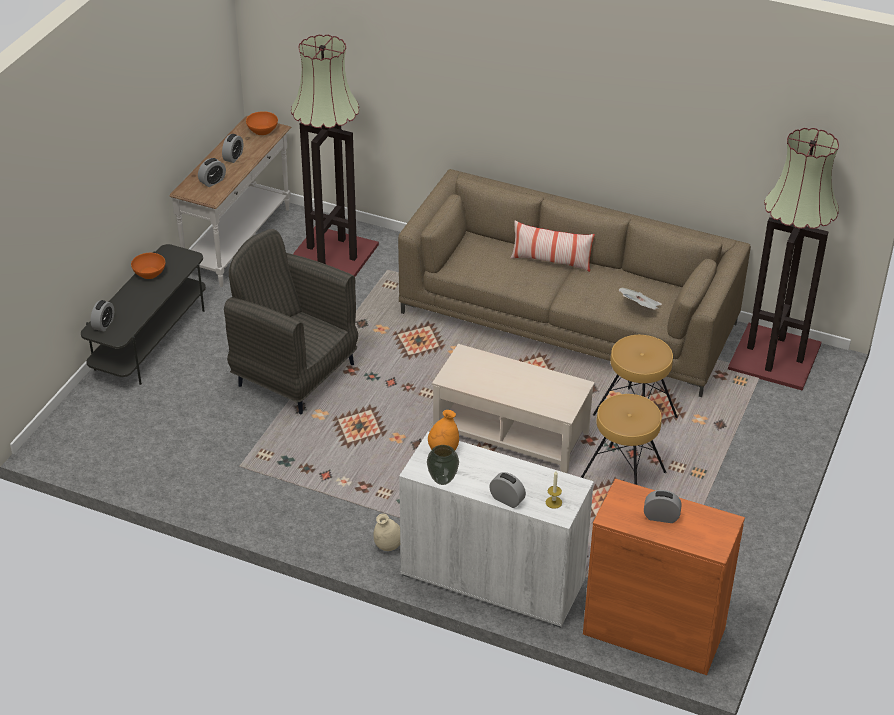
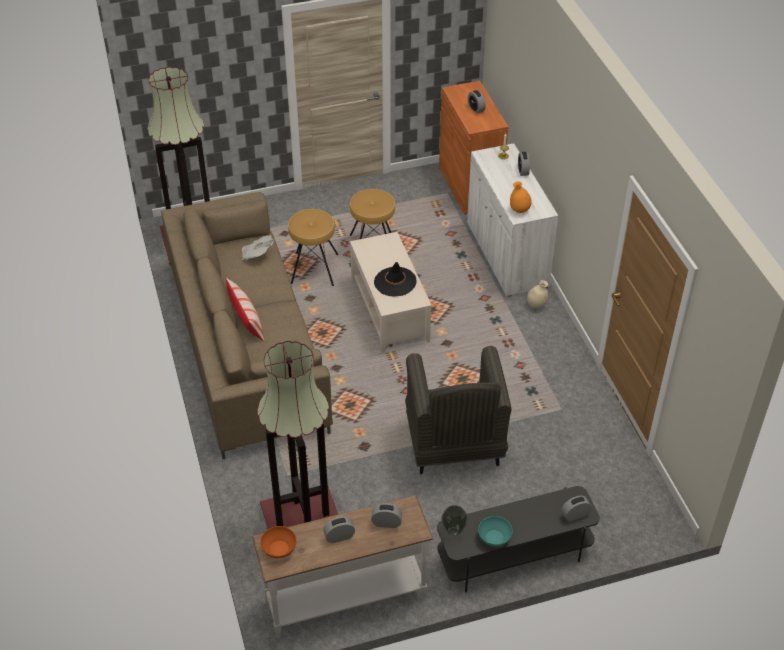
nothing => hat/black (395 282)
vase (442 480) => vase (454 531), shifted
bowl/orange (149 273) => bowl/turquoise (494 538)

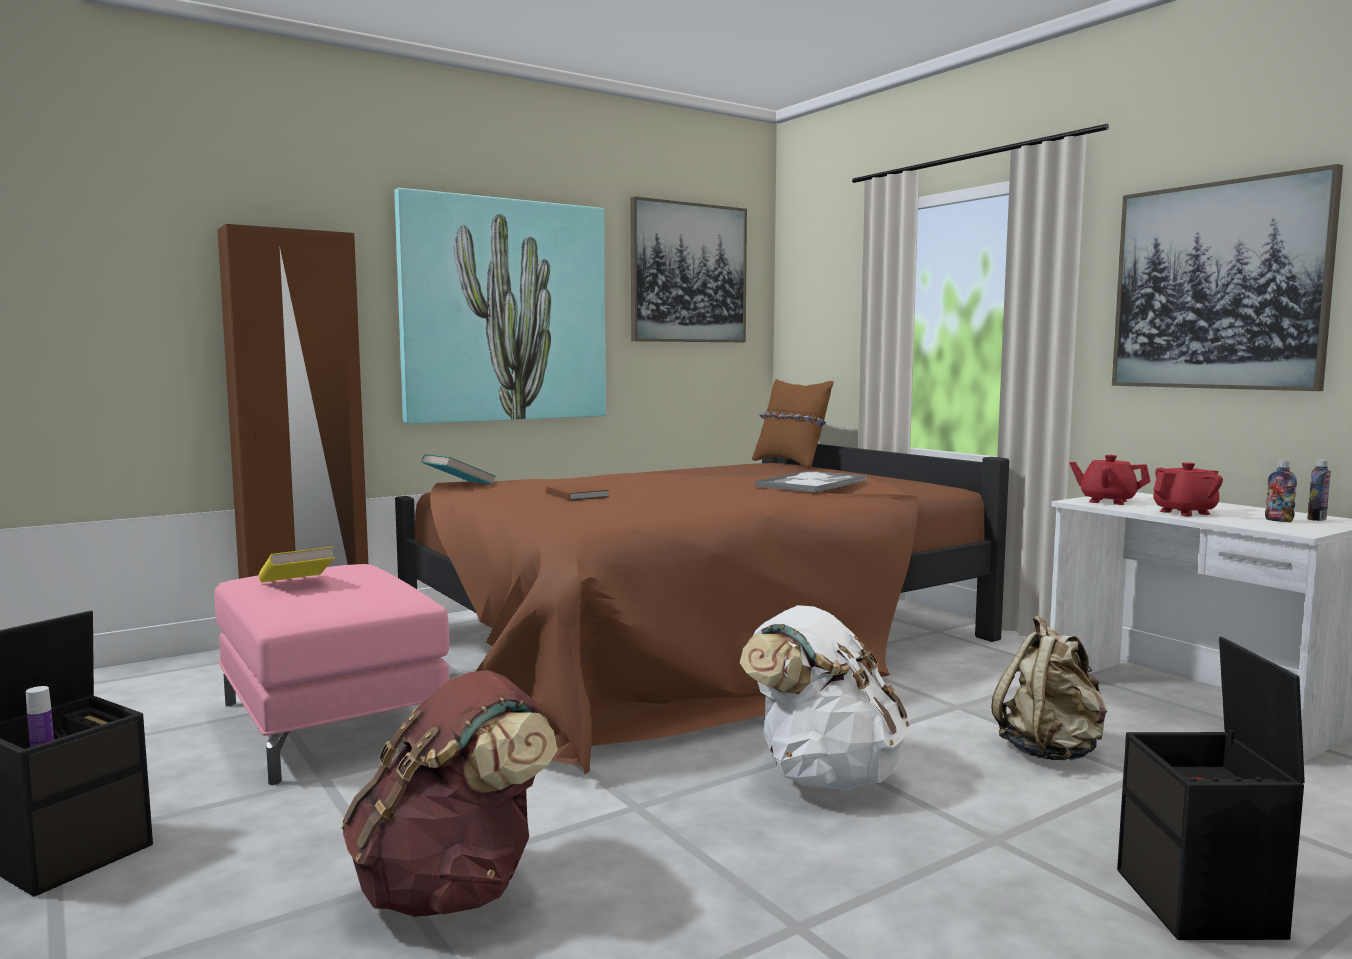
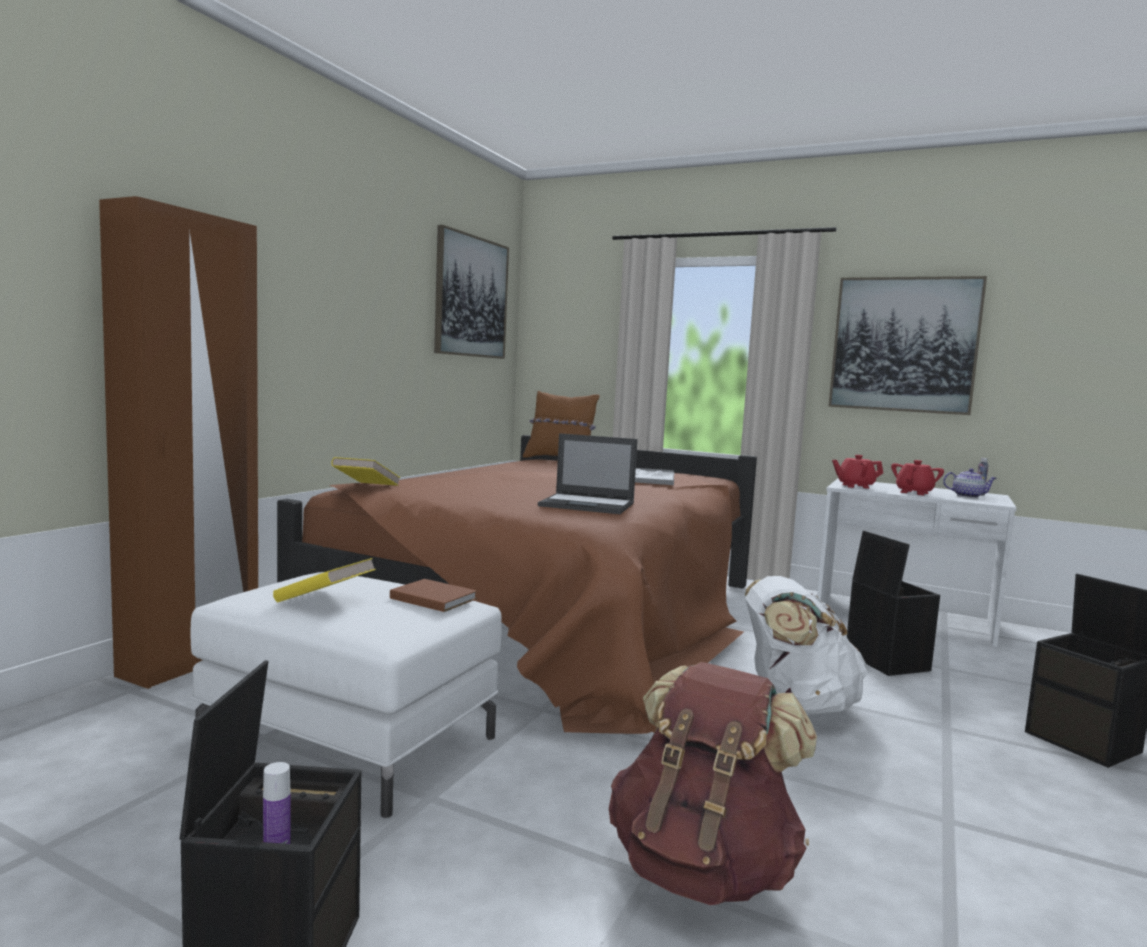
picture (504 311) => nothing
nothing => laptop (588 505)
book/brown (577 495) => book/brown (432 598), shifted
backpack/beige (1050 752) => storage box/black (884 661)
bottle (1278 520) => teapot (968 496)
ottoman/pink (333 722) => ottoman/white (350 739)
book/turquoise (459 485) => book/yellow (366 487)

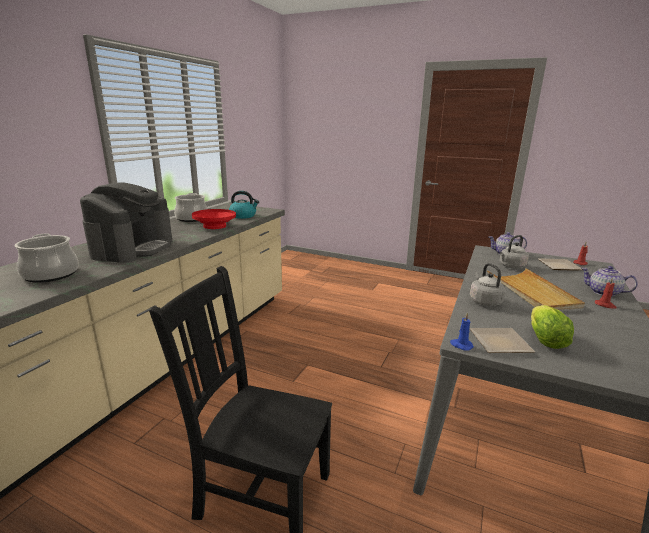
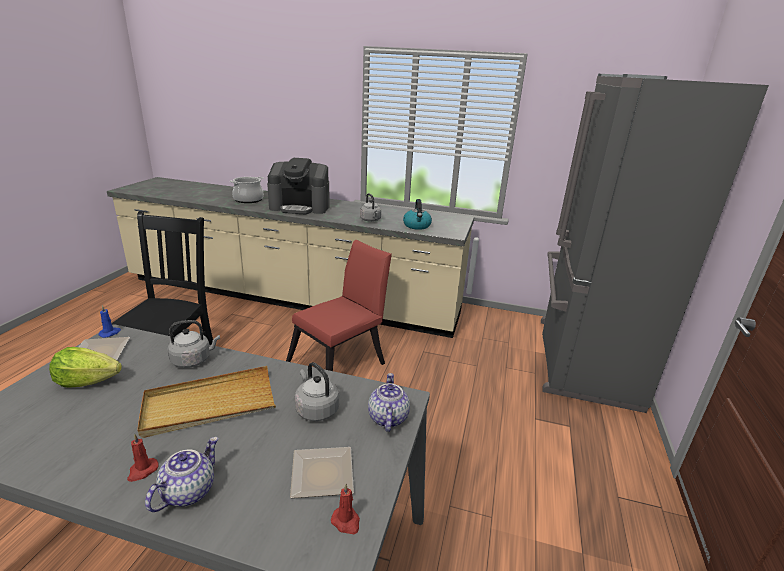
cooking pot (192 218) => nothing
nothing => chair/red (341 362)
nothing => fridge/grey (582 360)
bowl/red (215 226) => kettle/grey (370 220)

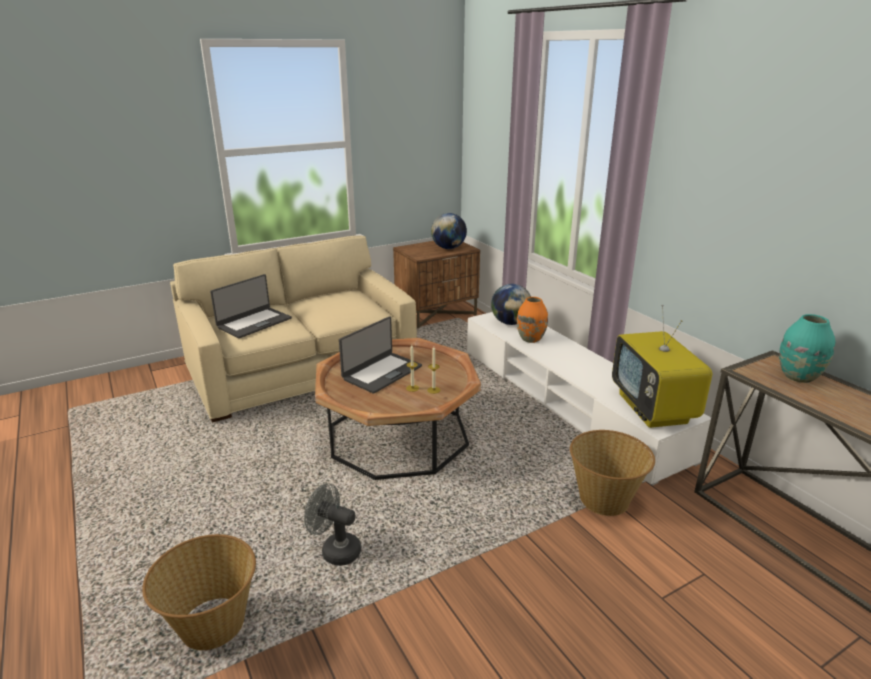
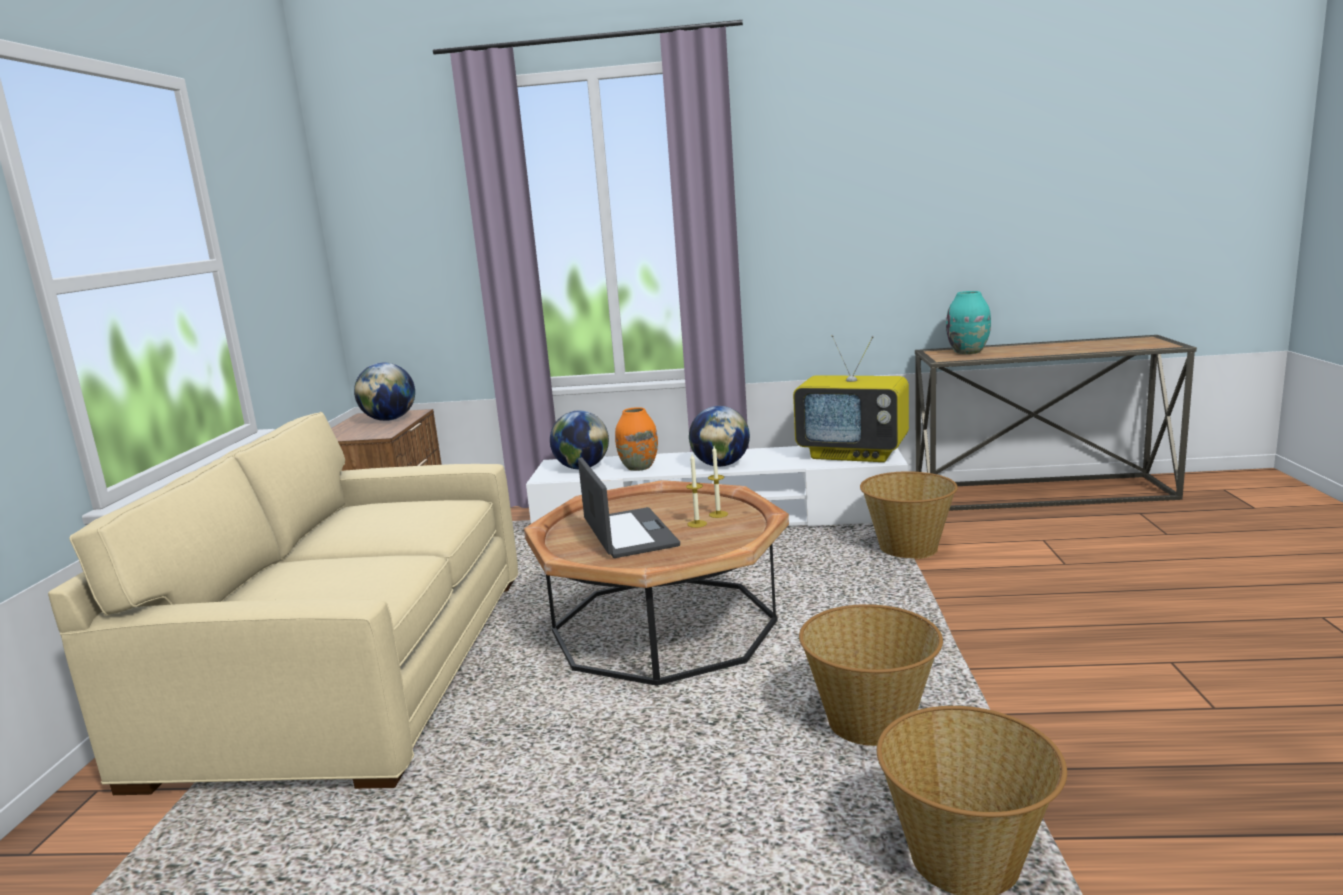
laptop (254 323) => nothing
nothing => globe (721 465)
fan/grey (335 550) => basket (871 722)

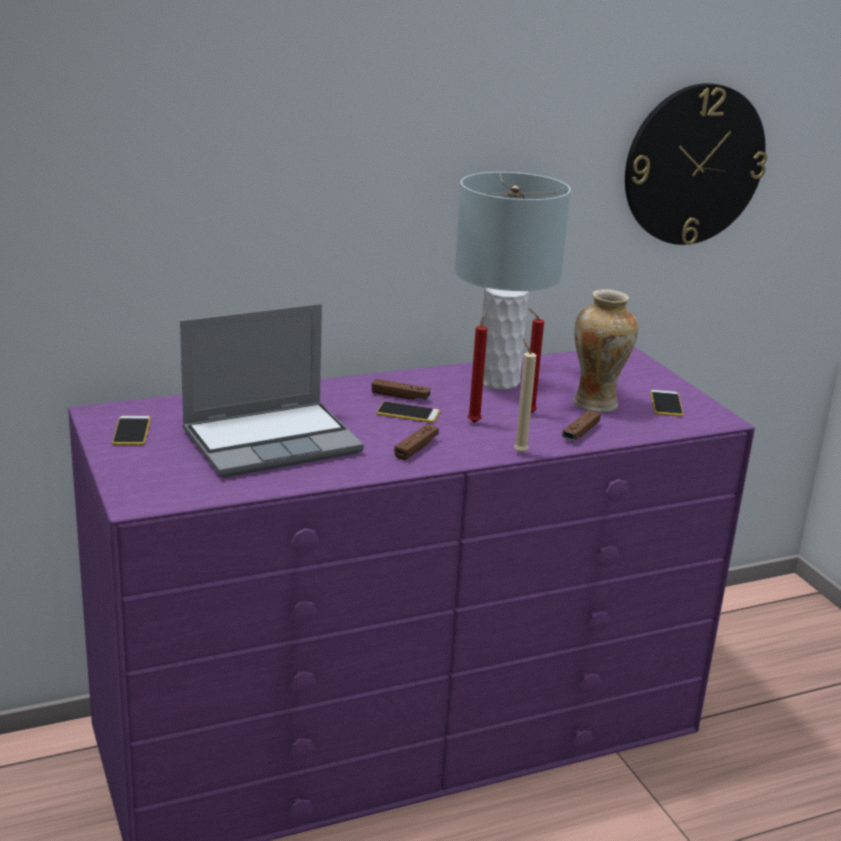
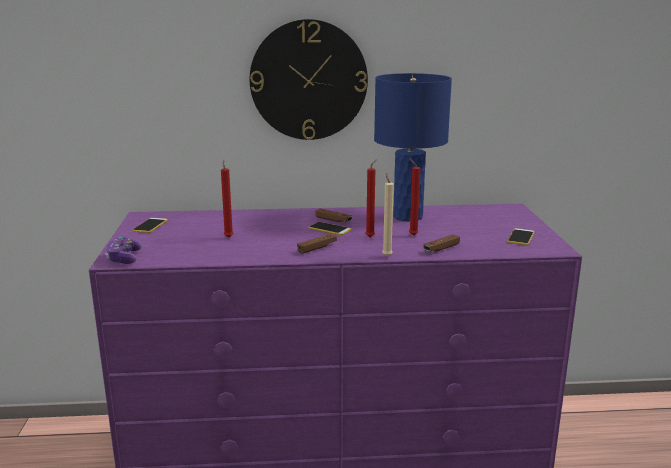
vase (597 404) => nothing
nothing => game controller (124 258)
wall clock (694 165) => wall clock (308 80), shifted
laptop (273 441) => candle/red (228 237)
table lamp/grey (498 381) => table lamp/blue (407 216)

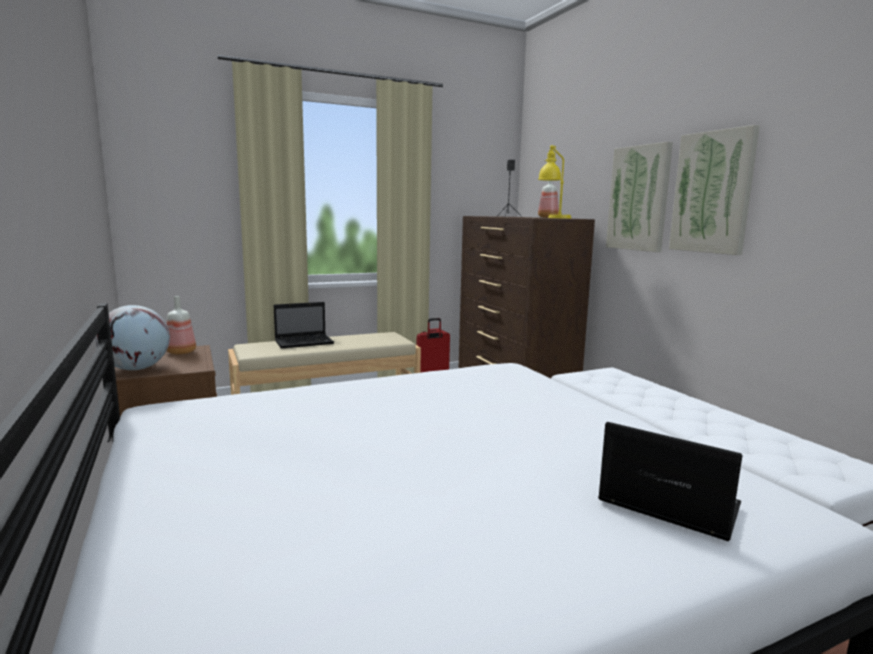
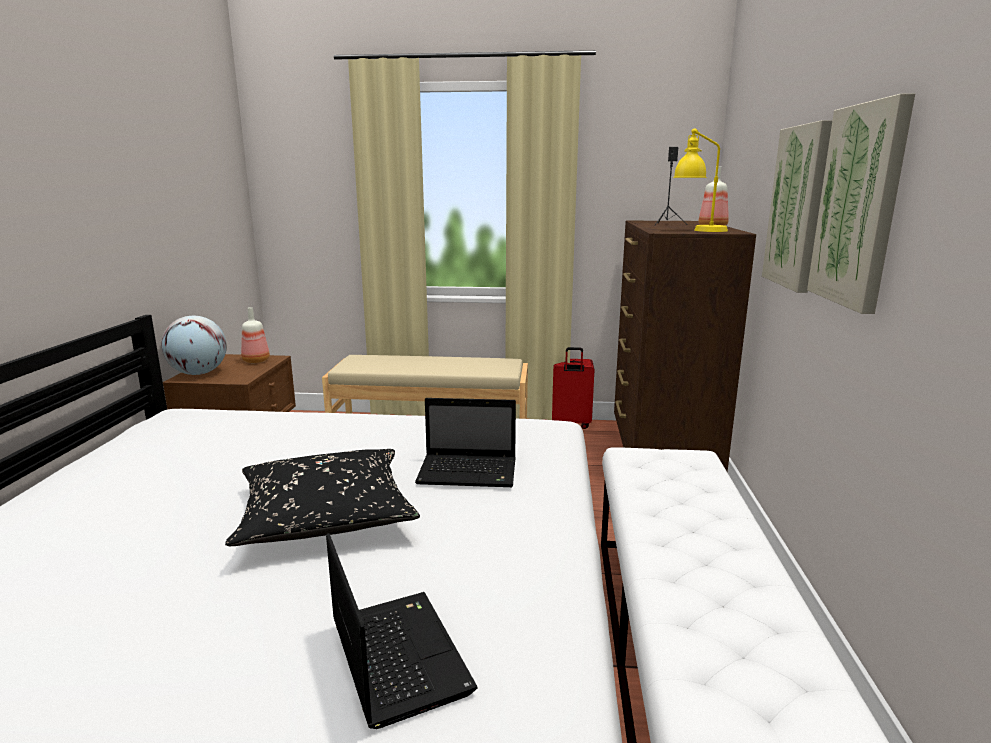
nothing => pillow/black (325 516)
laptop (305 342) => laptop (470 472), shifted

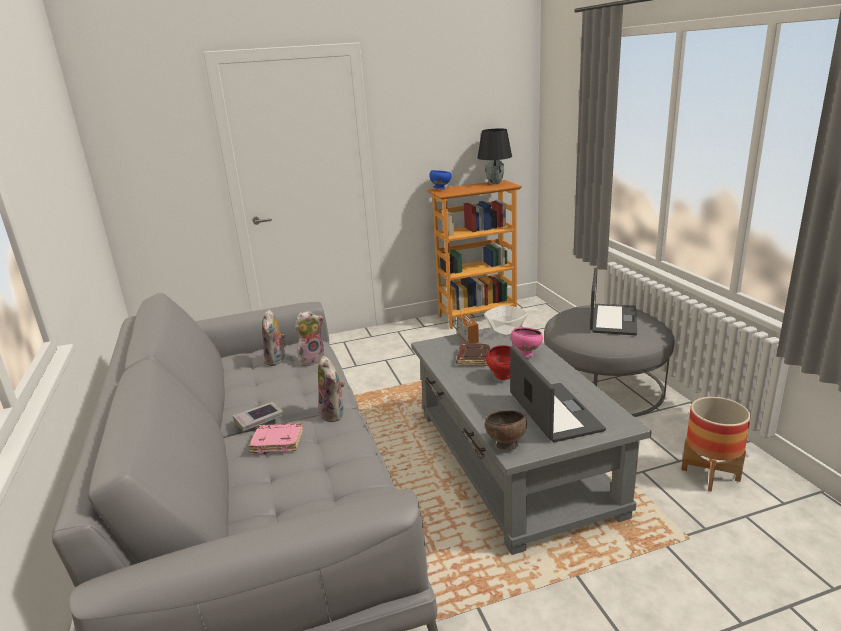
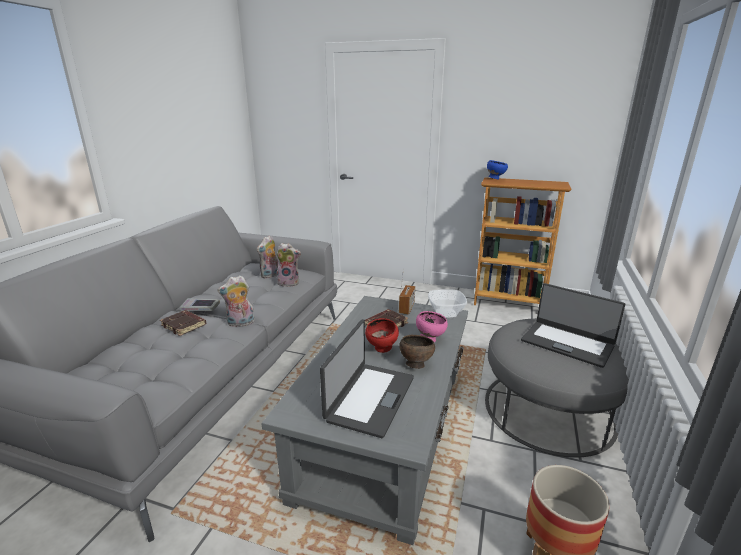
table lamp/black (495 183) => nothing
bowl/brown (505 445) => bowl/brown (415 364), shifted
book/pink (278 441) => book/brown (184 325)
plush toy (334 414) => plush toy (240 324), 60 degrees clockwise
laptop (612 320) => laptop (567 343), 75 degrees clockwise

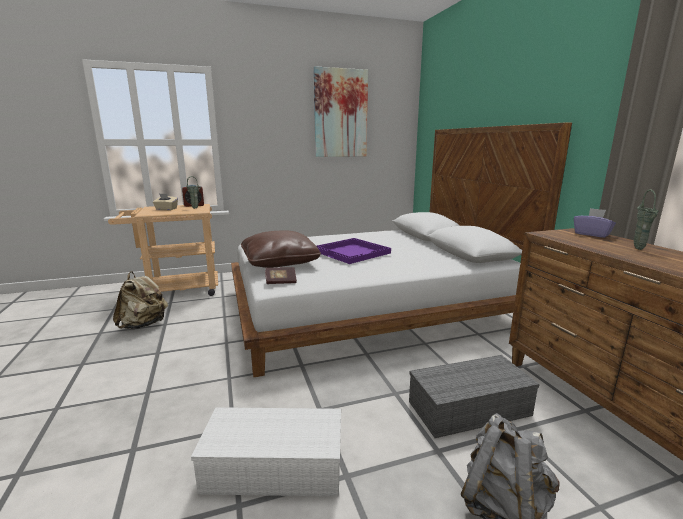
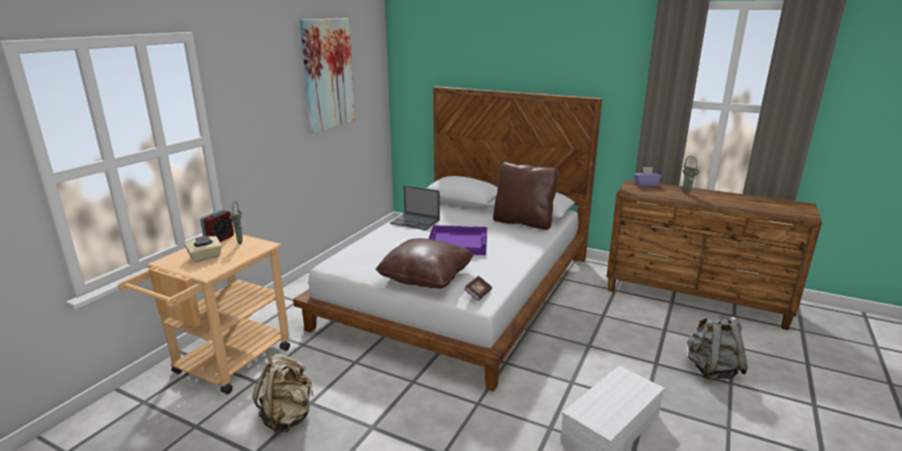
storage box/grey (468 409) => nothing
nothing => laptop (415 222)
nothing => pillow/brown (523 222)

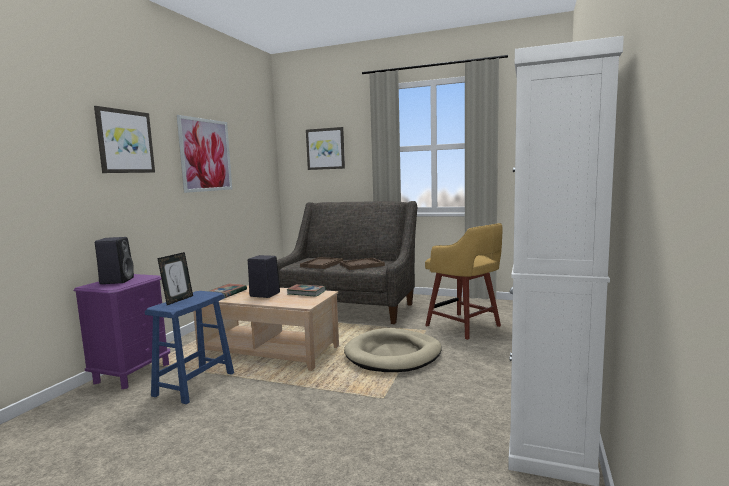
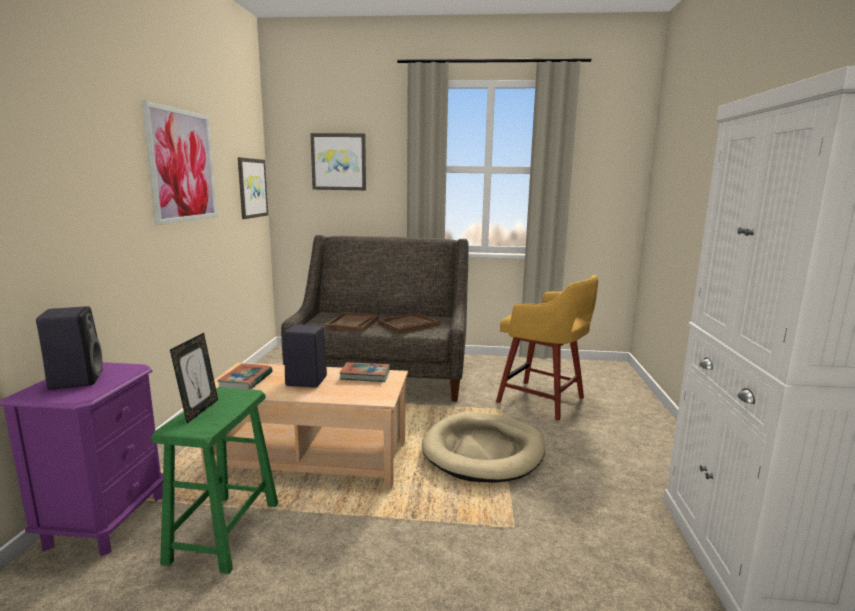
picture (125 141) => picture (252 188), shifted
stool/blue (194 384) => stool/green (224 532)

